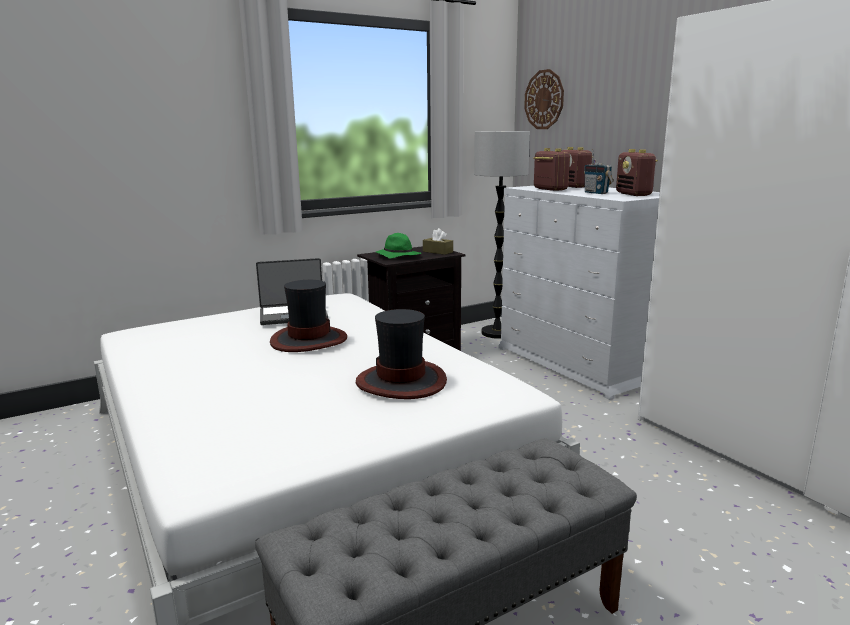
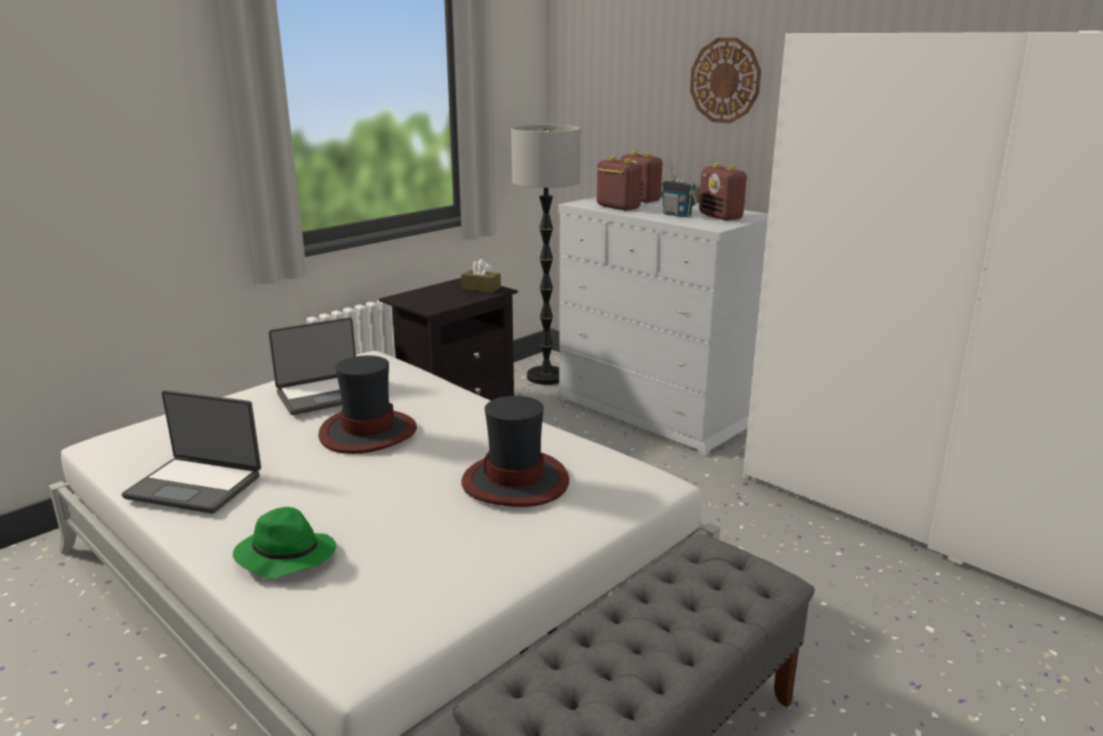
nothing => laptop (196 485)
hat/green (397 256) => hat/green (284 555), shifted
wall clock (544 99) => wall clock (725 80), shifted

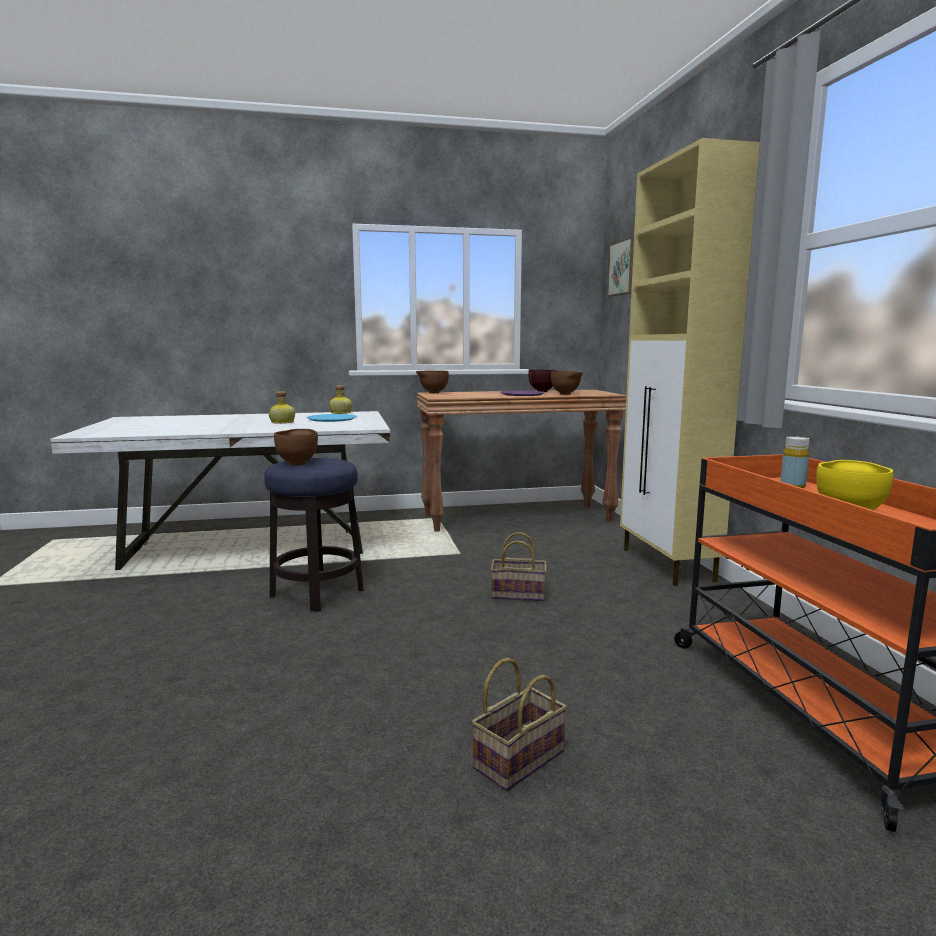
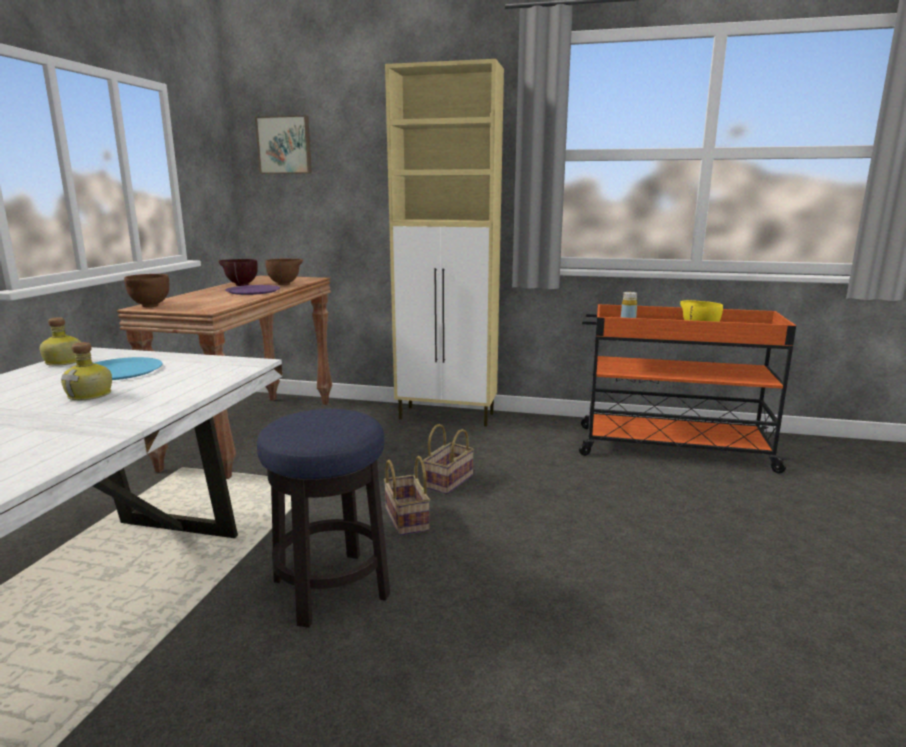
bowl/brown (298 463) => nothing
basket (519 758) => basket (405 519), shifted

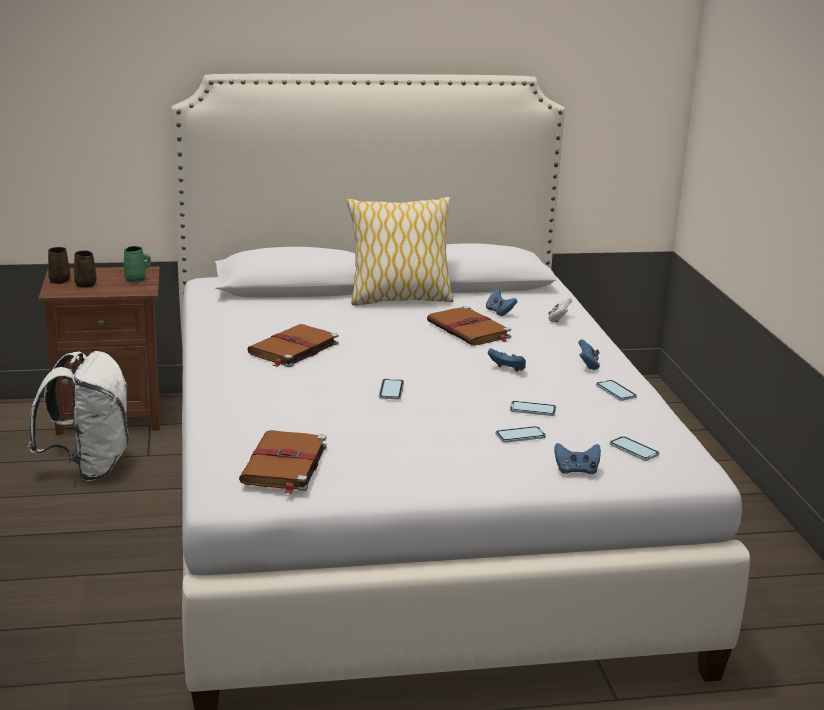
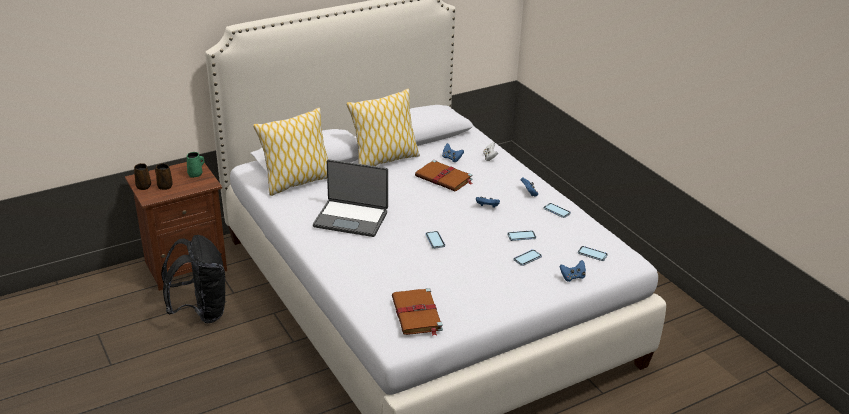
nothing => pillow (297 182)
book/brown (293 349) => laptop (351 218)
backpack/white (88 467) => backpack/black (200 311)

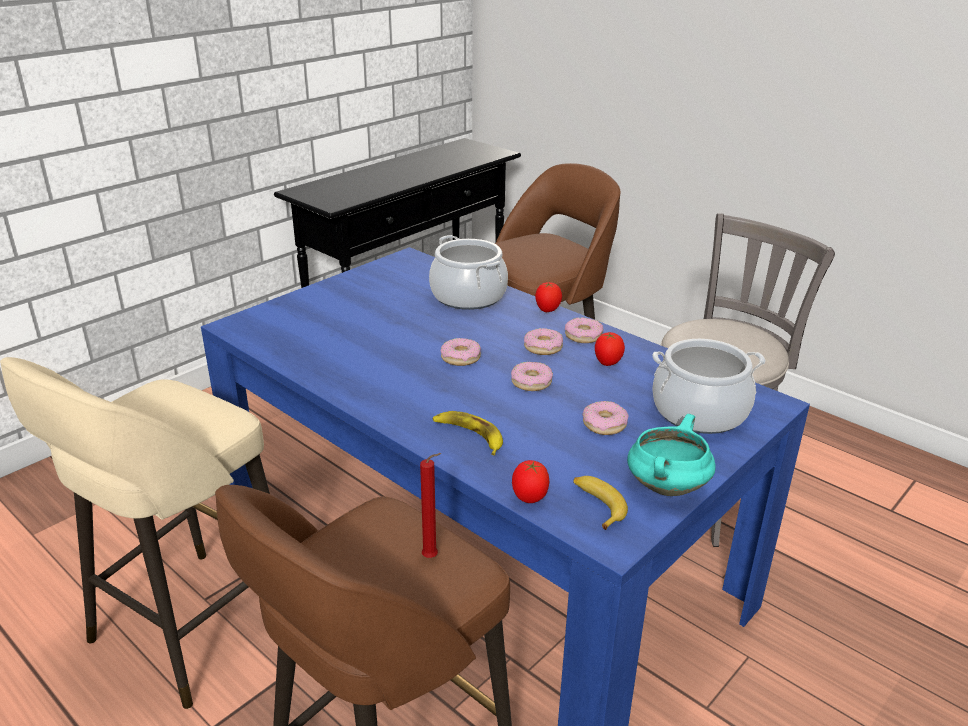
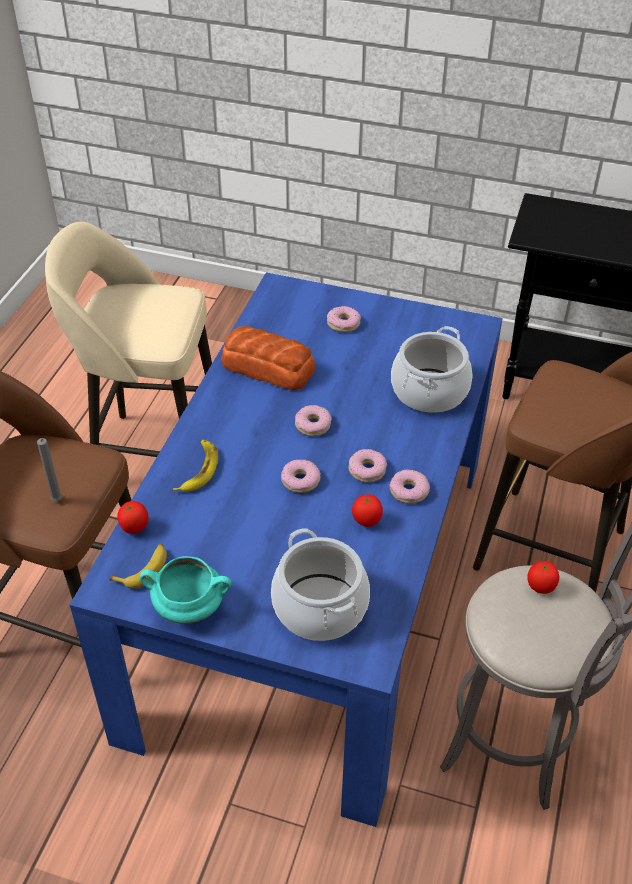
nothing => bread (267 367)
tomato (547 310) => tomato (540 588), shifted
donut (604 424) => donut (343 324), shifted
candle/red (432 558) => candle/grey (57 501)

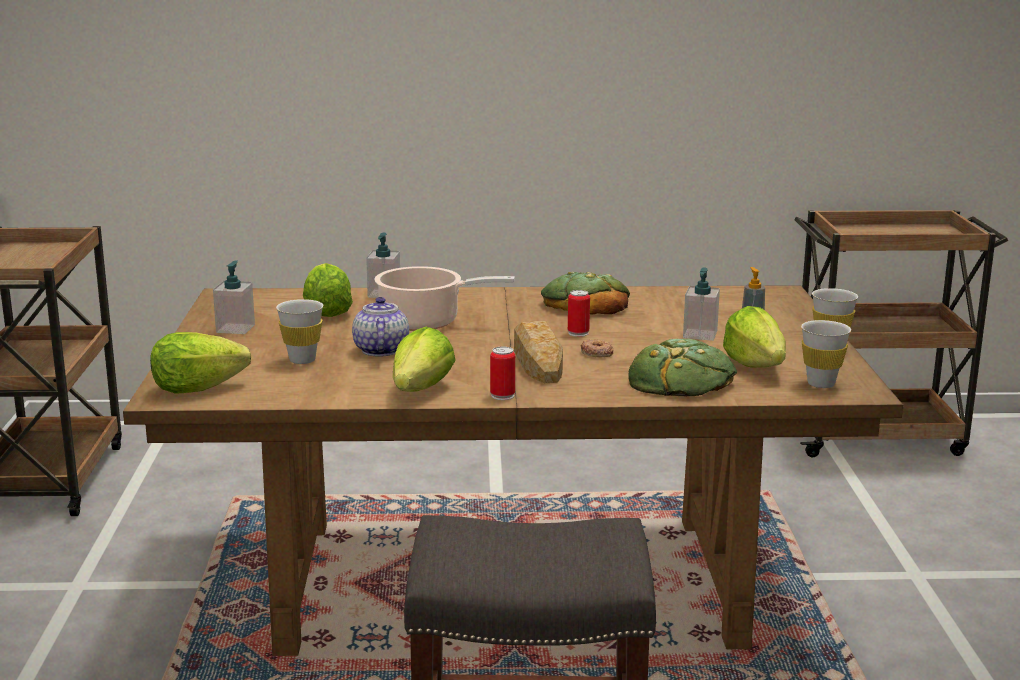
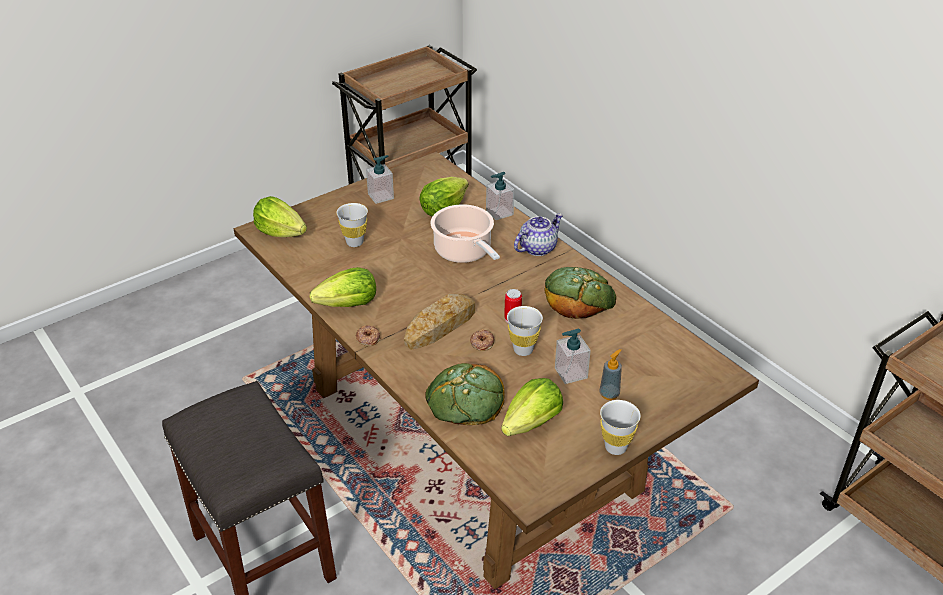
teapot (380 350) => teapot (537 248), shifted
cup/white (821 384) => cup/white (523 350), shifted
can (502 395) => donut (368 338)

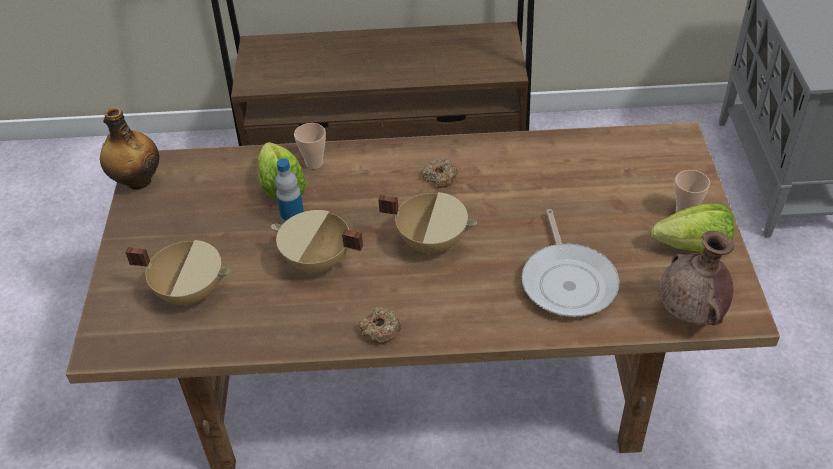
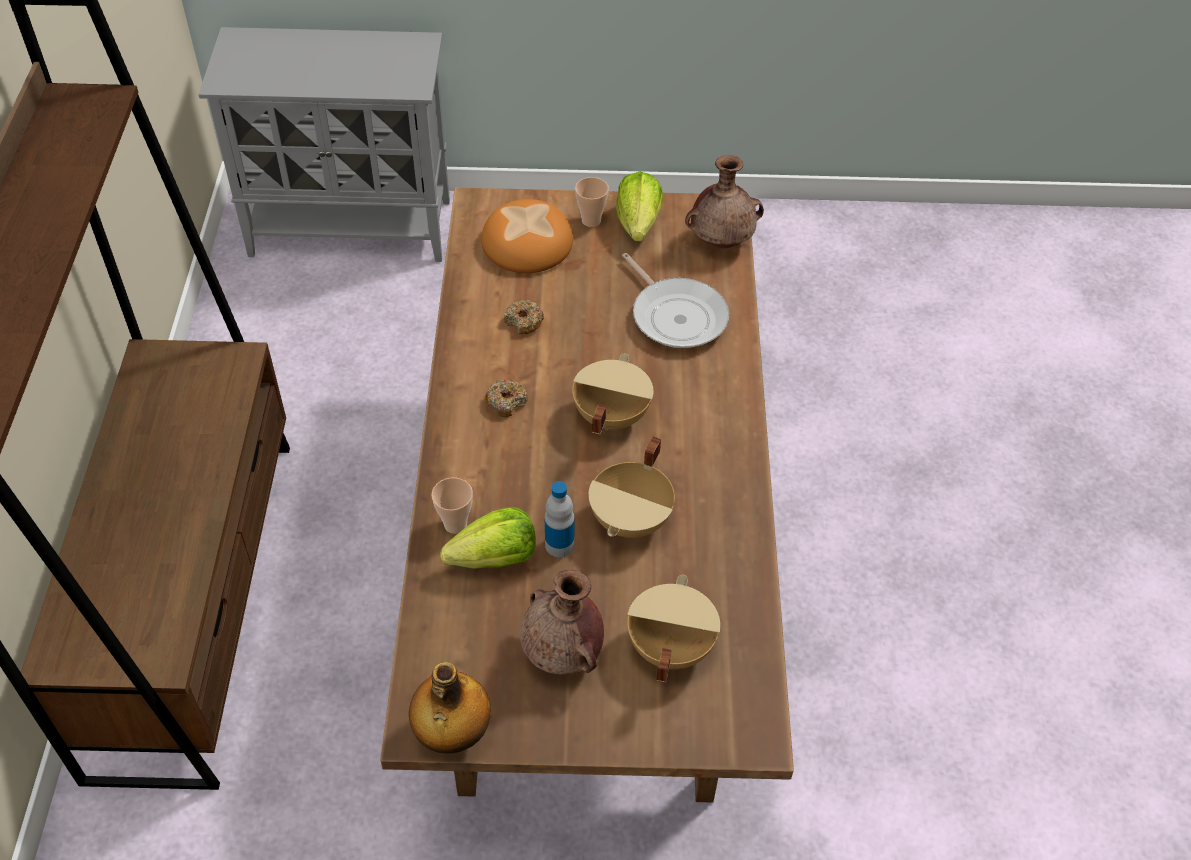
nothing => bread (526 242)
nothing => vase/brown (563 654)
donut (380 330) => donut (524 322), shifted
frying pan (568 281) => frying pan (676 315), 60 degrees clockwise

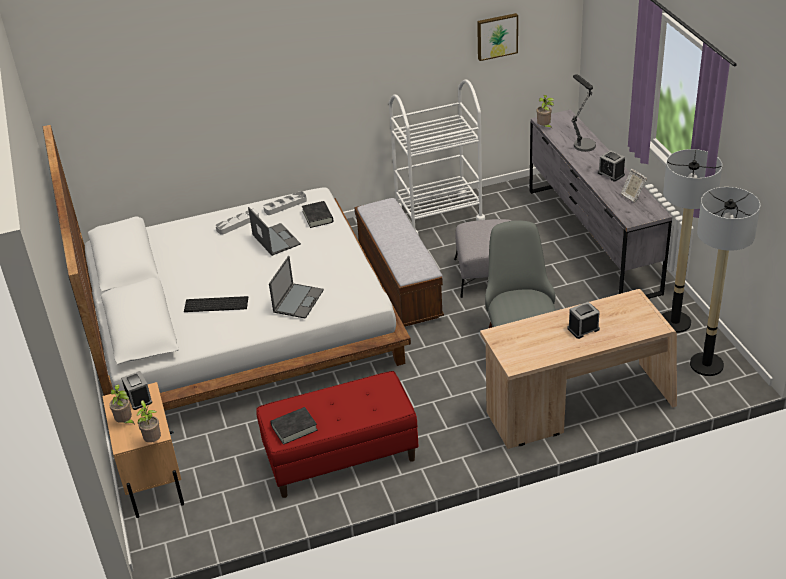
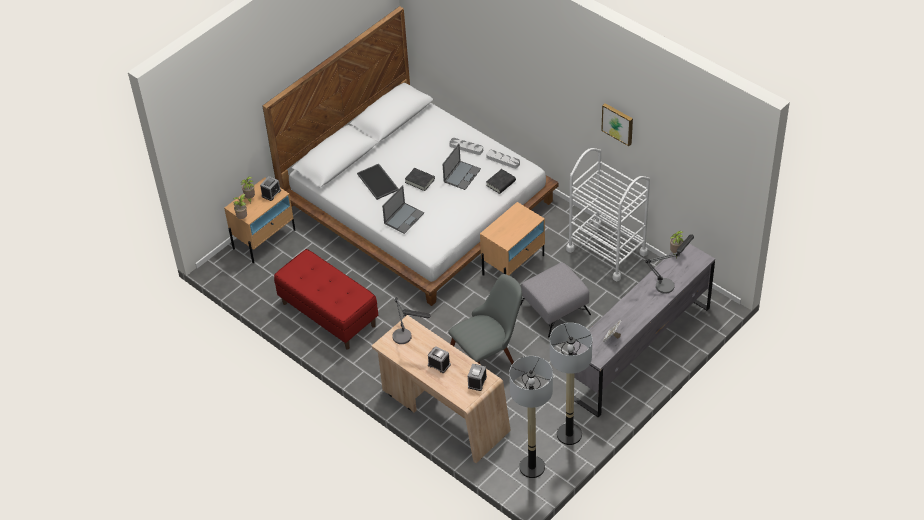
nothing => table lamp (407 338)
book/black (294 428) => book/black (419 181), shifted
picture (496 36) => picture (618 123), shifted
alarm clock (611 174) => alarm clock (477 382), shifted
keyboard (217 304) => tray (378 182)
bench (399 282) => nightstand/beige (513 264)
laptop (298 300) => laptop (404 218), 45 degrees counterclockwise

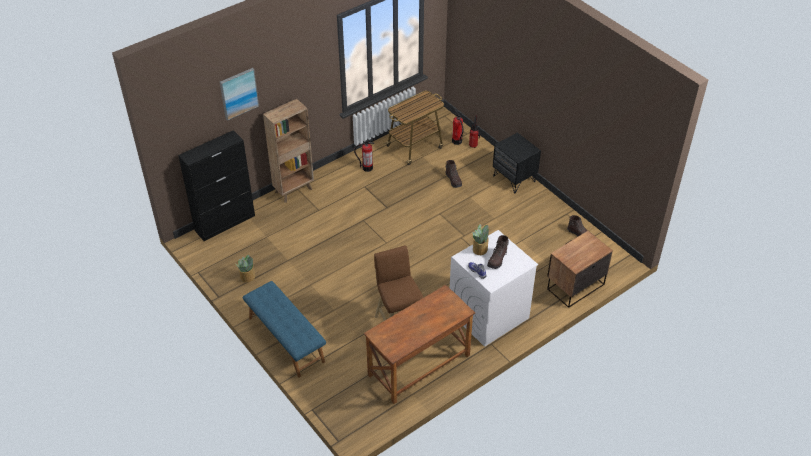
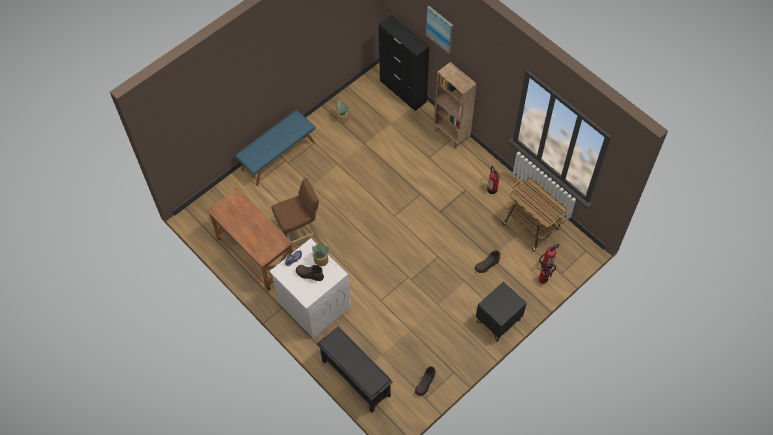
nightstand (574 286) => shoe rack/black (355 378)

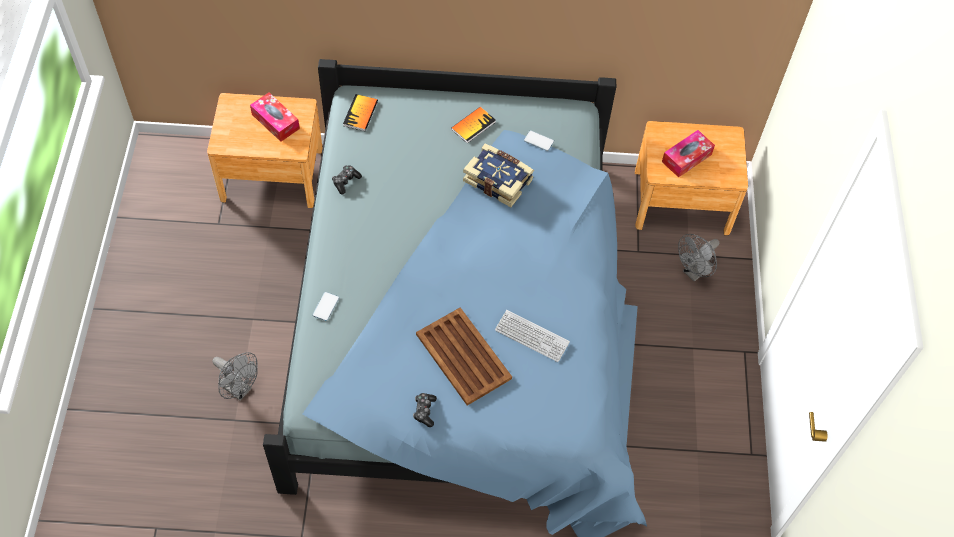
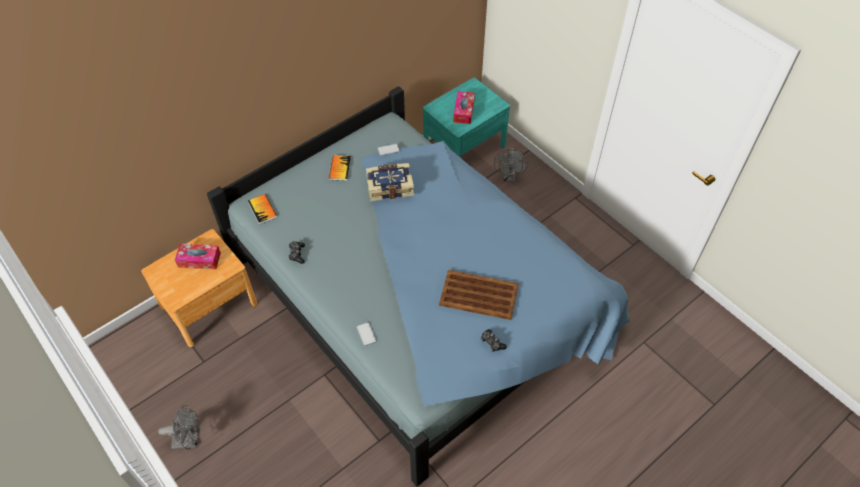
keyboard (532 336) => nothing
fan/grey (239 389) => fan/grey (189 440), shifted
nightstand/brown (681 201) => nightstand/turquoise (464 147)

